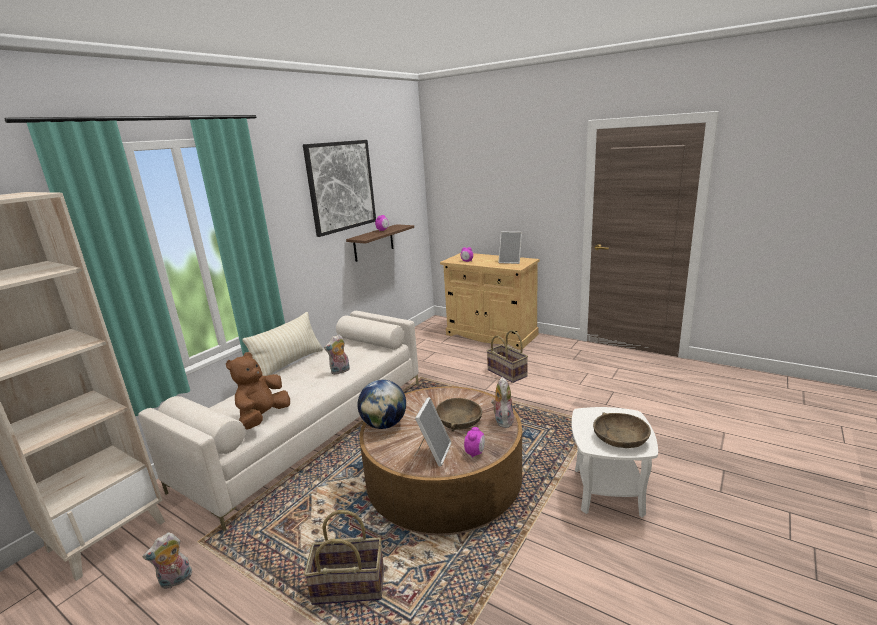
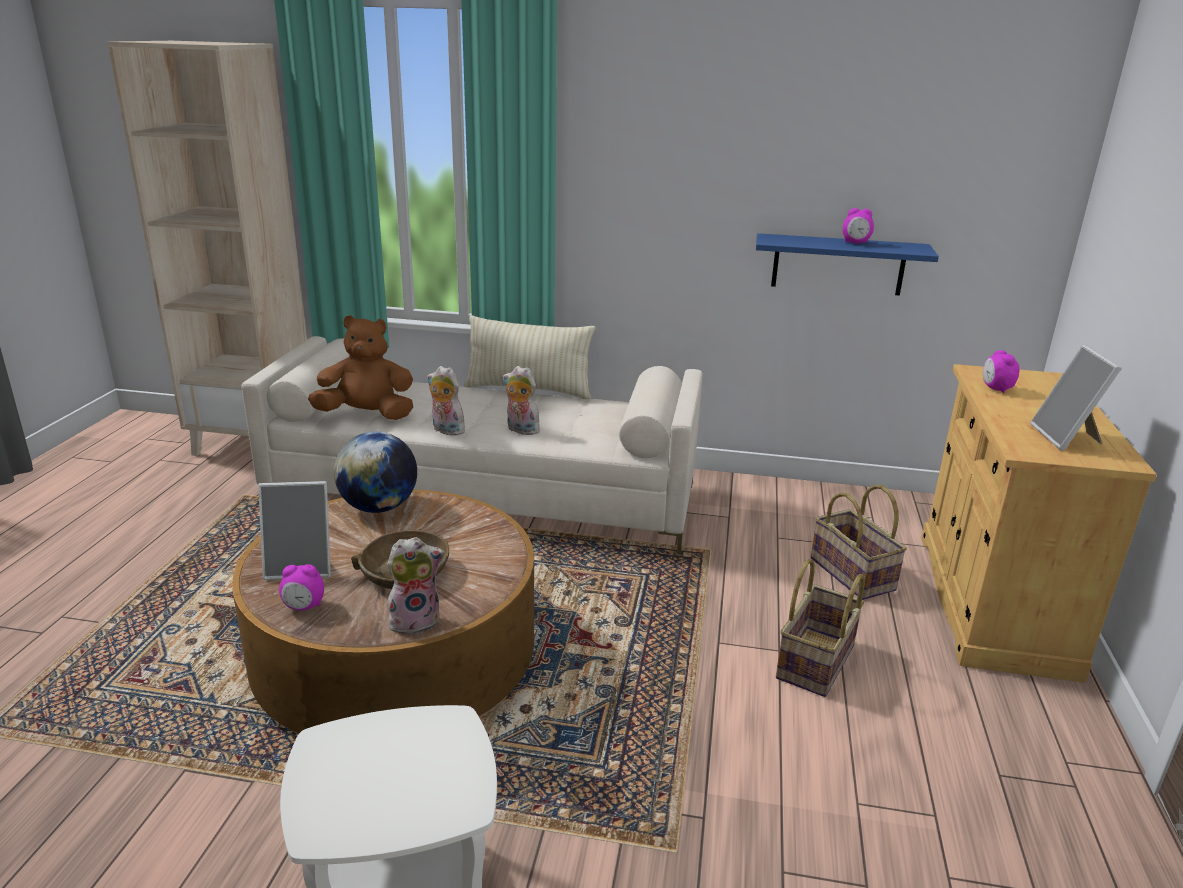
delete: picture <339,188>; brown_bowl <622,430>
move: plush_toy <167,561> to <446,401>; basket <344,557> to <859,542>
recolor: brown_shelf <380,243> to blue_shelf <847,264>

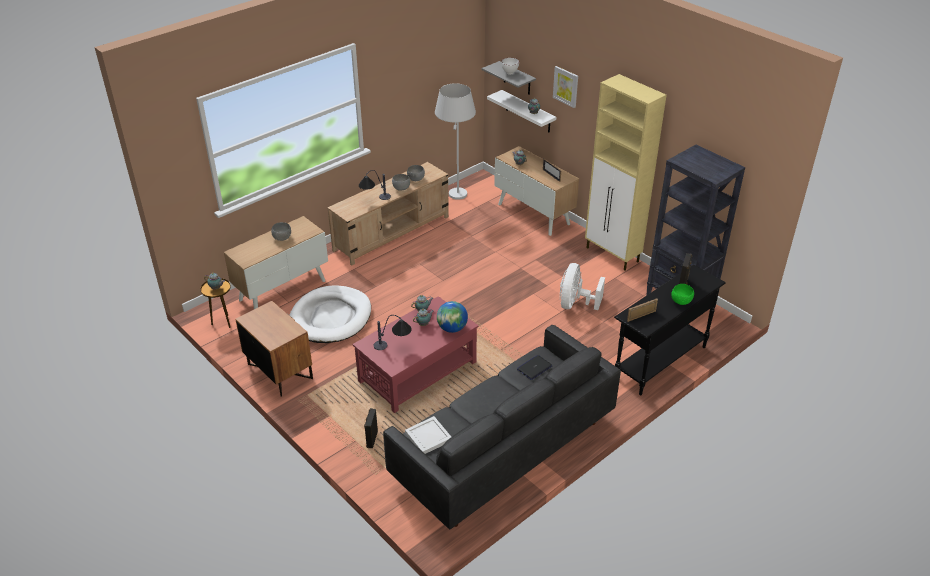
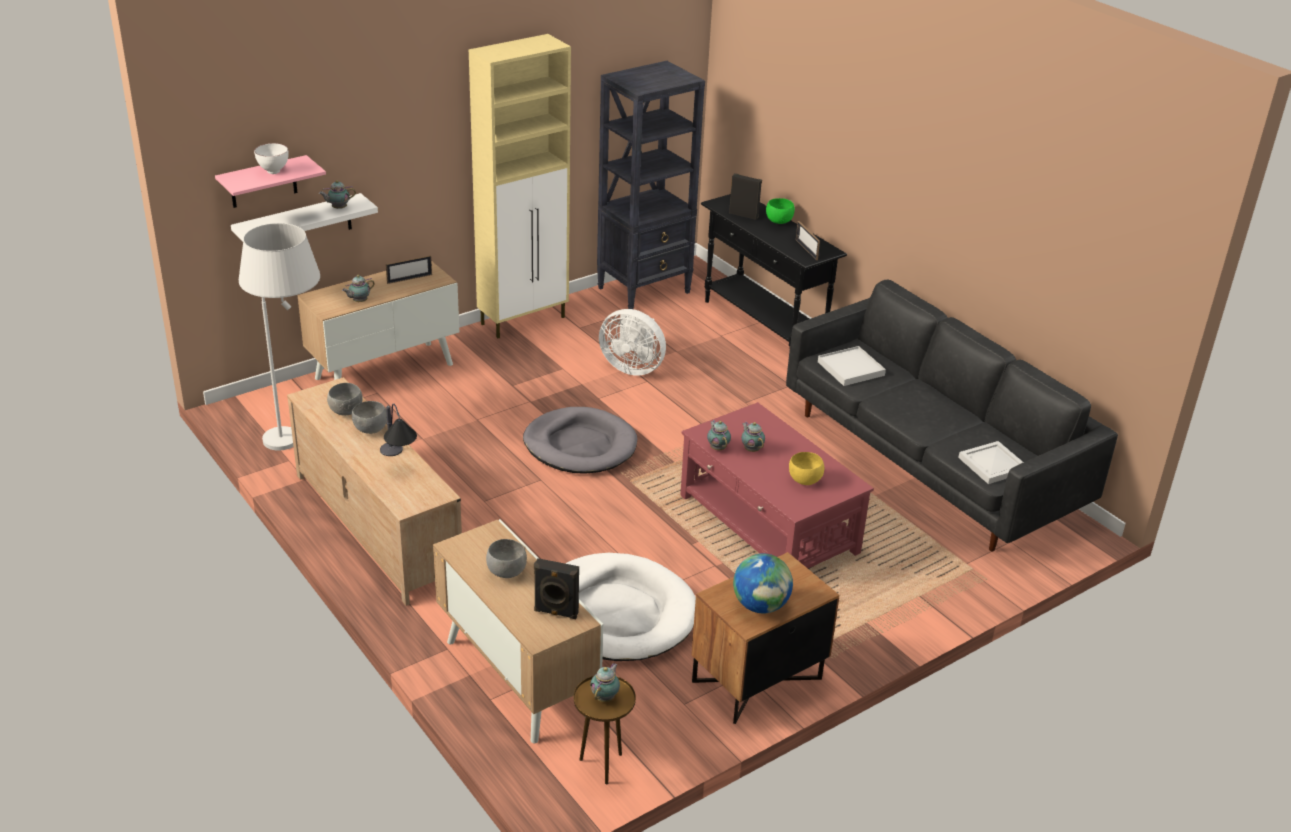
delete: picture <565,87>
insert: grey_dog_bed <580,440>
move: black_speaker <371,428> to <556,588>; globe <452,317> to <763,583>
replace: table_lamp <393,332> to yellow_bowl <806,468>; laptop <534,367> to white_tray <852,366>
recolor: grey_shelf <509,78> to pink_shelf <270,181>

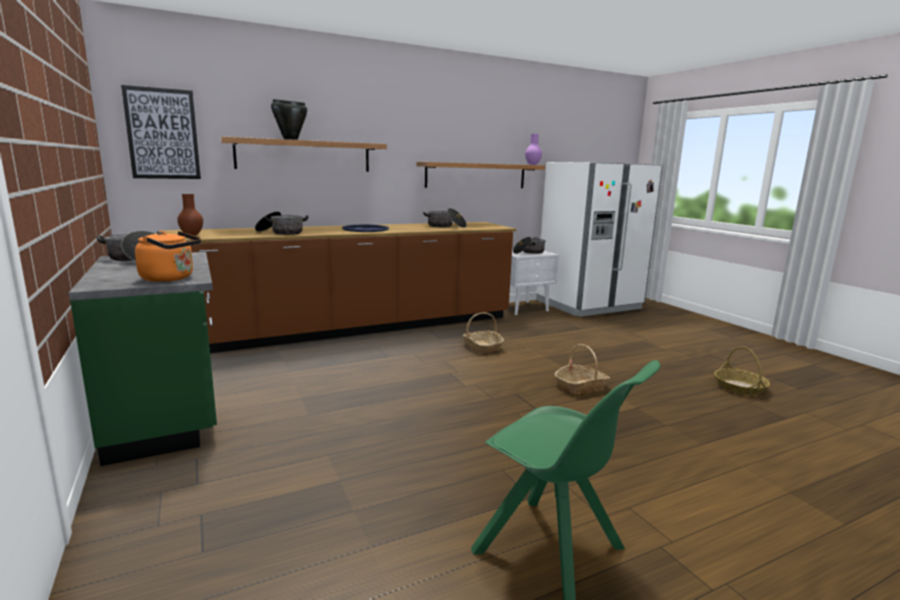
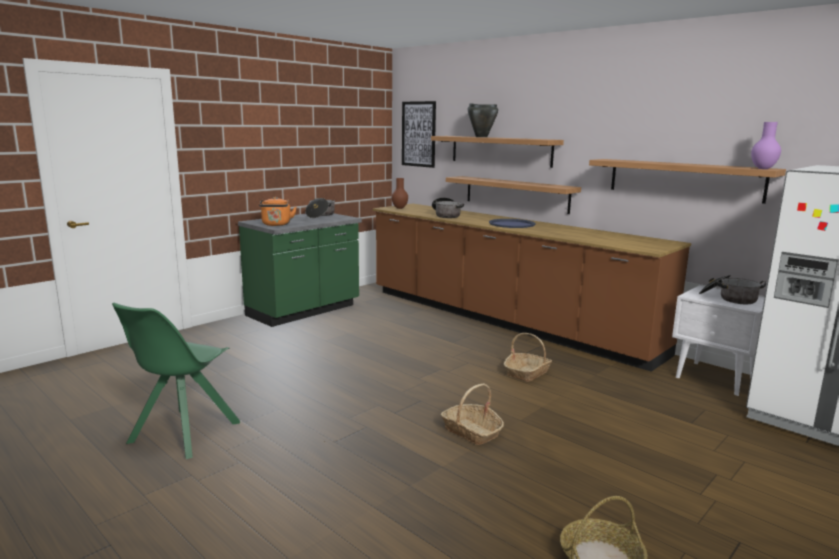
delete: cooking_pot <445,218>
insert: shelf <513,195>

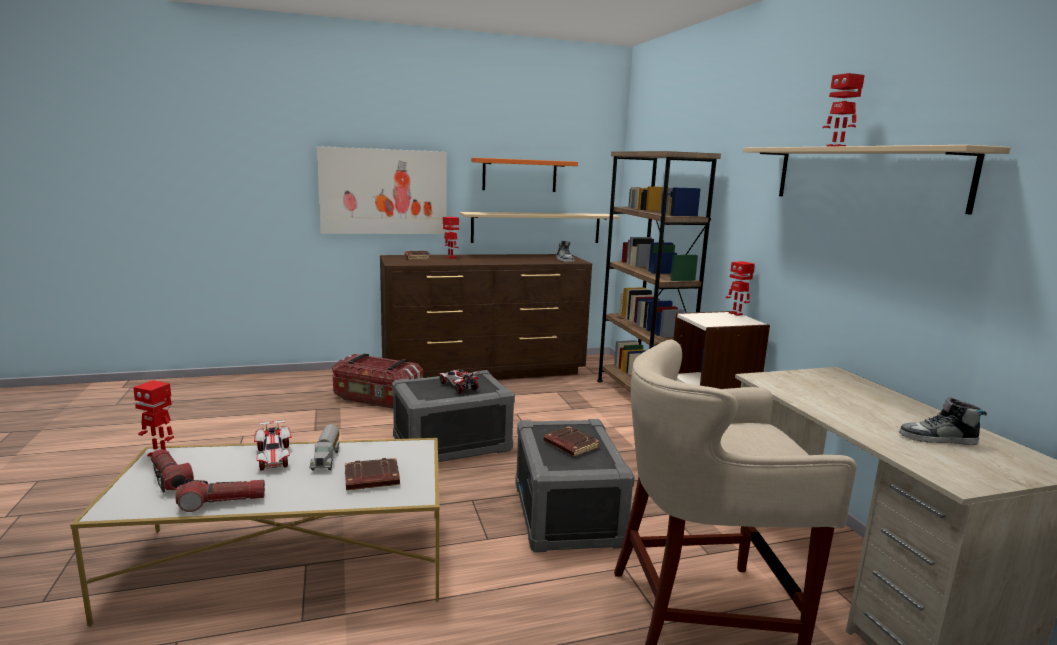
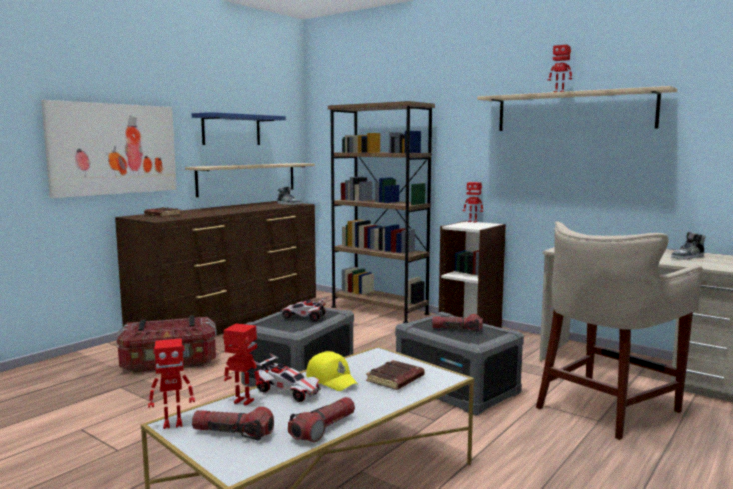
move: toy_robot <451,237> to <243,364>
replace: toy_truck <324,447> to yellow_cap <332,371>; brown_book <572,442> to flashlight <457,323>
recolor: orange_shelf <524,175> to blue_shelf <239,128>

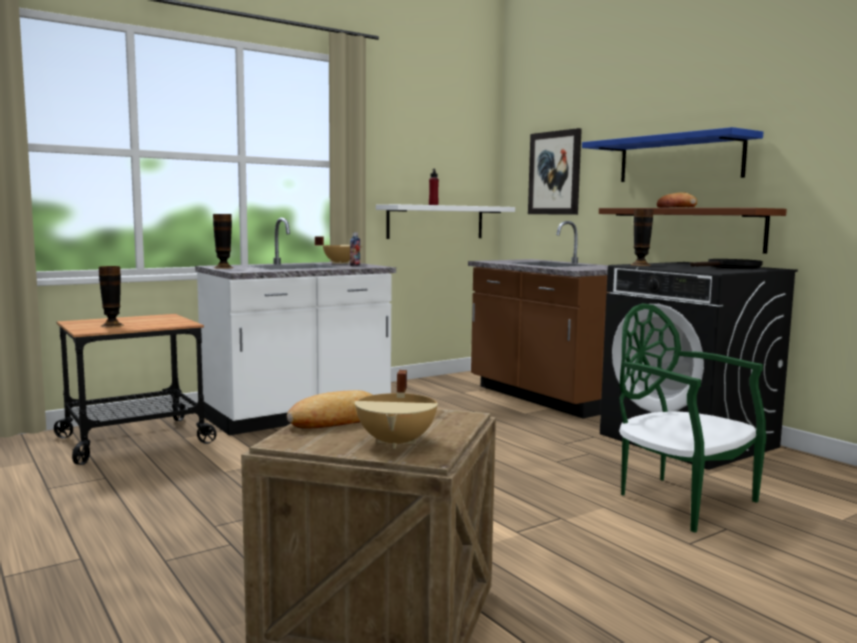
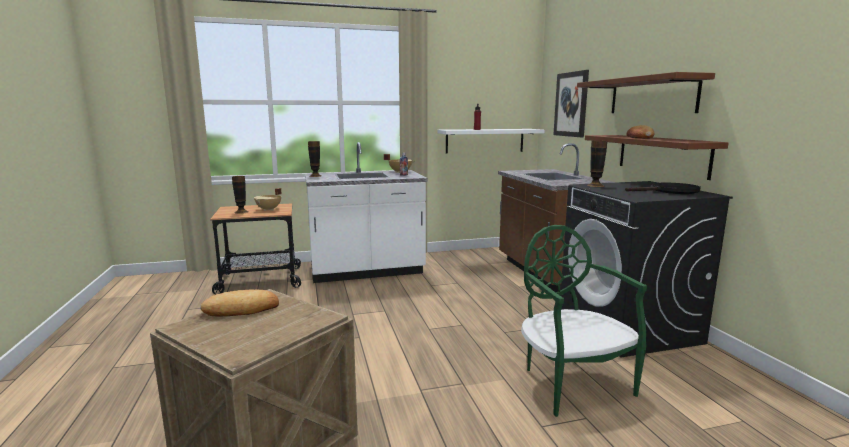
move: beige_cooking_pot <396,409> to <268,199>
recolor: blue_shelf <672,154> to brown_shelf <646,92>

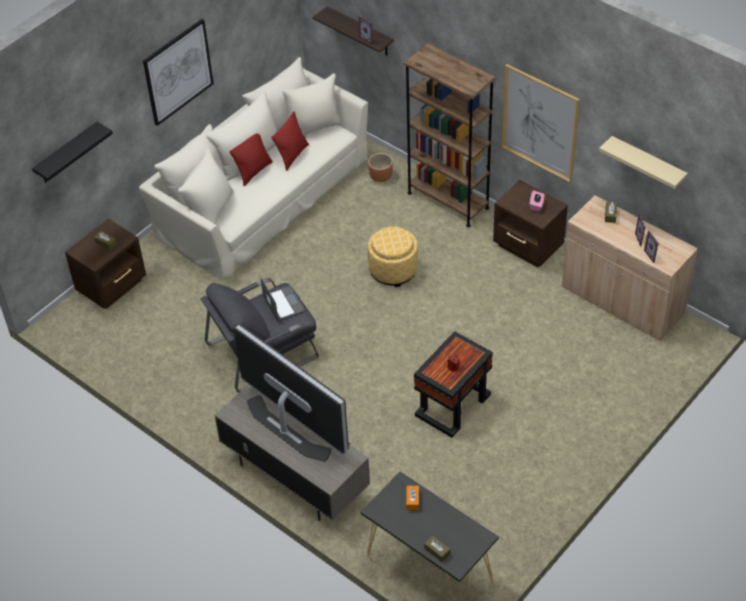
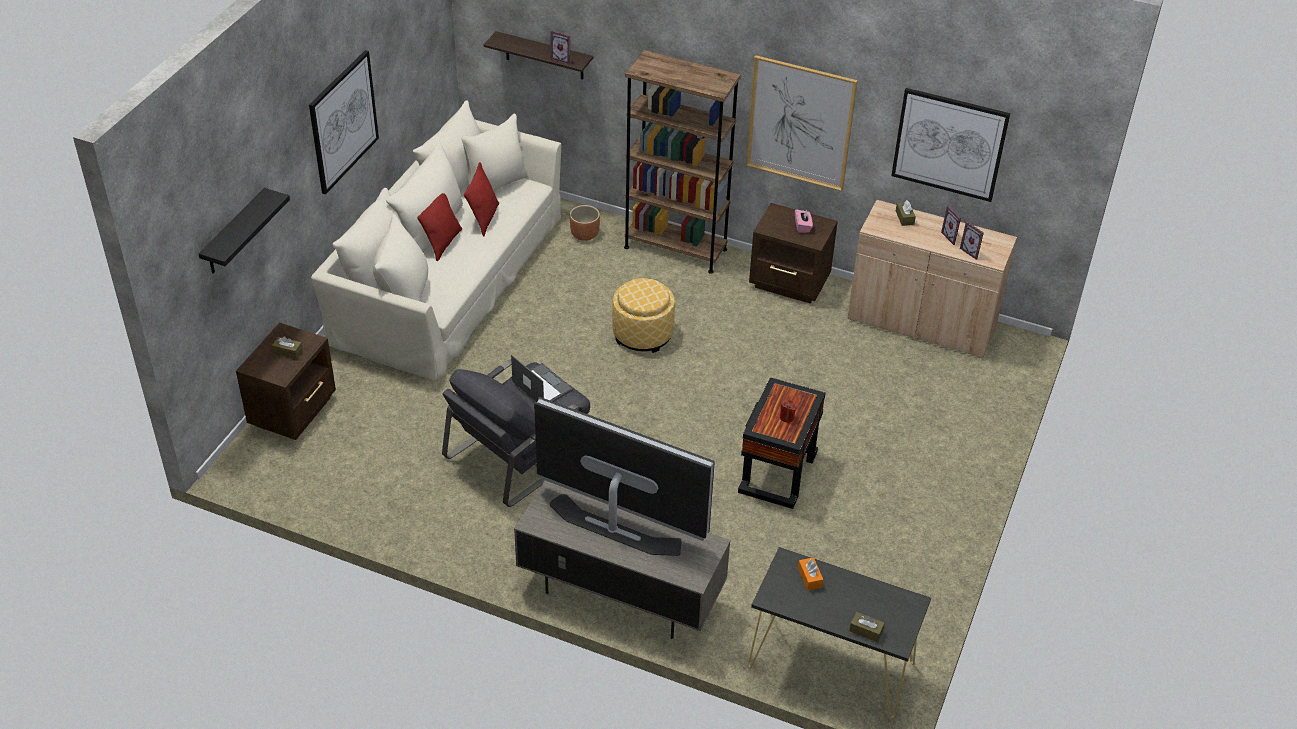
replace: beige_shelf <643,162> to picture <950,145>

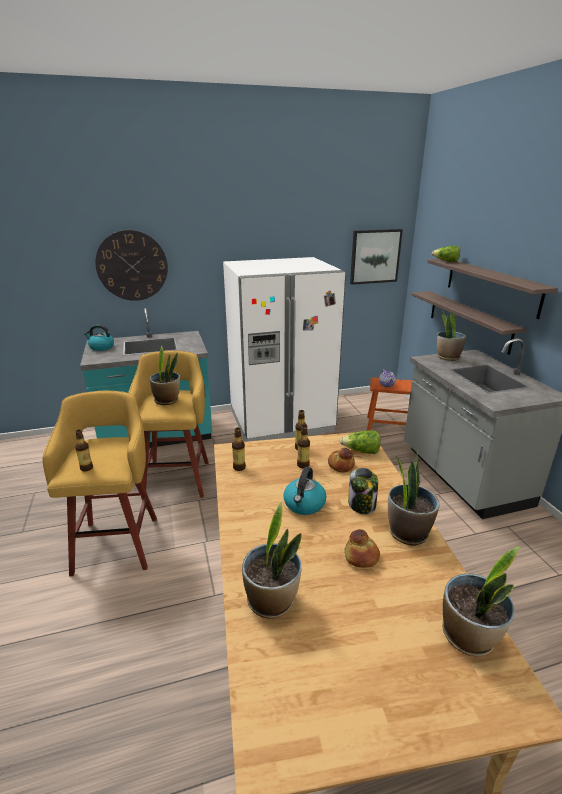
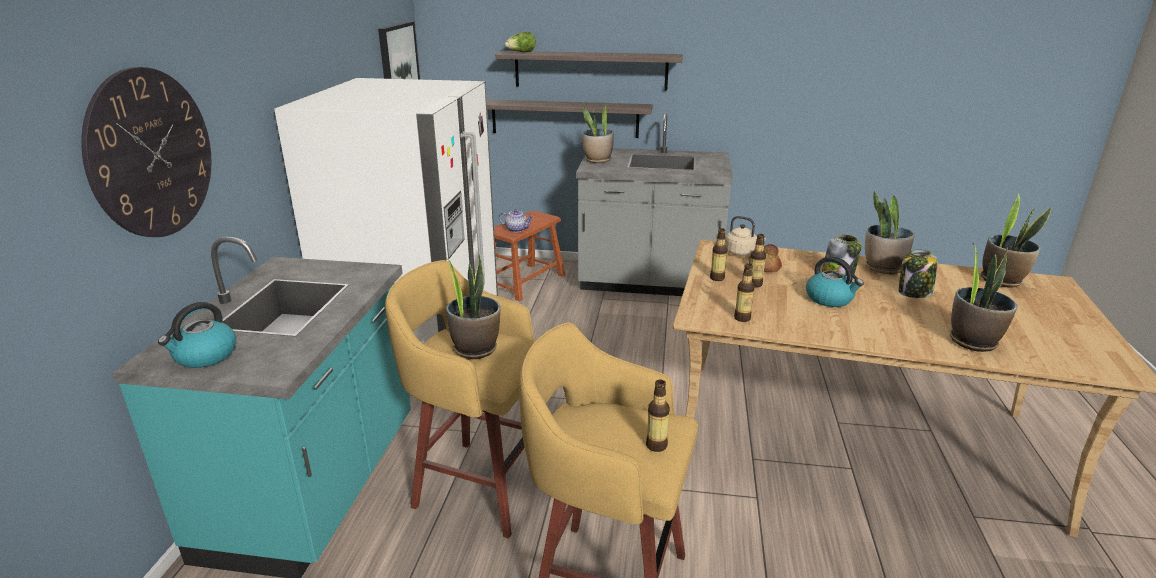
replace: lettuce <360,442> to beige_kettle <745,236>; bread <362,548> to jar <918,274>

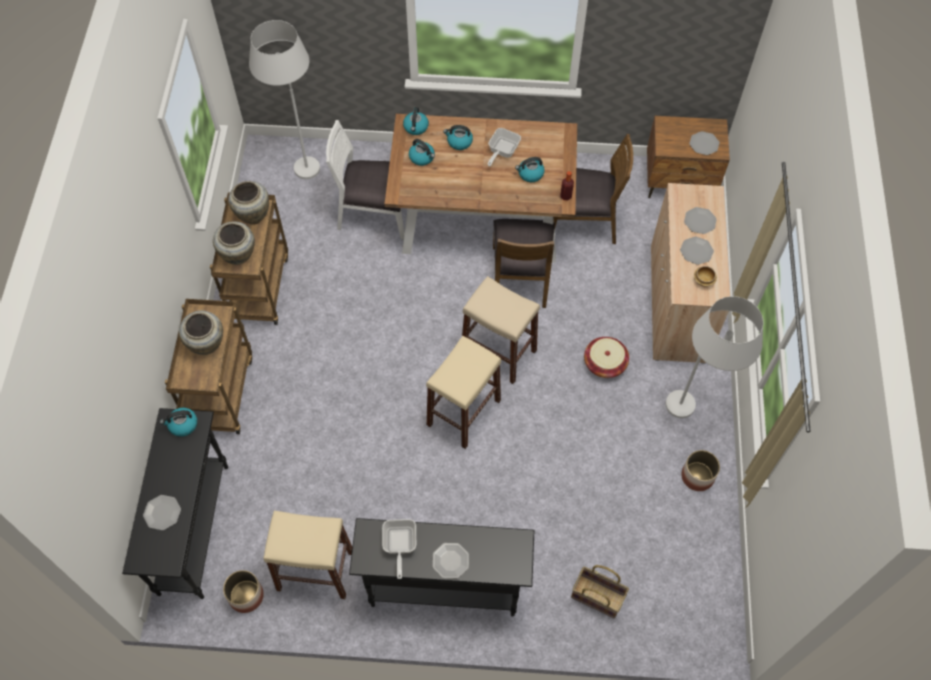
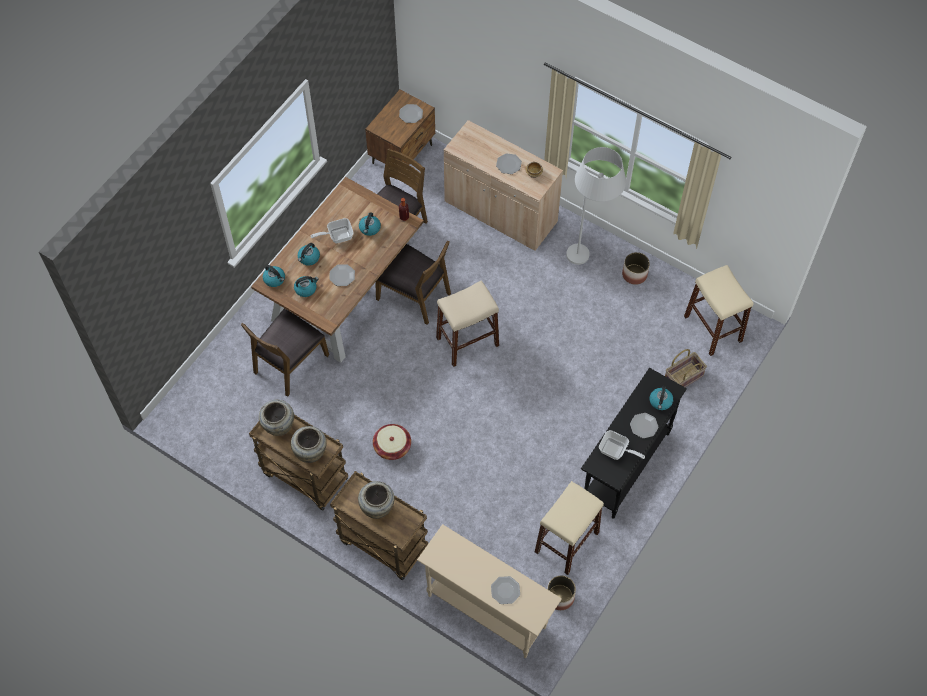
delete: white_floor_lamp <284,99>
move: kettle <178,422> to <661,398>; beige_stool <463,392> to <718,310>; basket <606,357> to <392,442>; plate <700,220> to <342,275>
recolor: black_console_table <175,503> to beige_console_table <489,591>; white_chair <365,180> to brown_chair <285,353>
rotate: frying_pan <504,147> = <332,230> 105 degrees clockwise

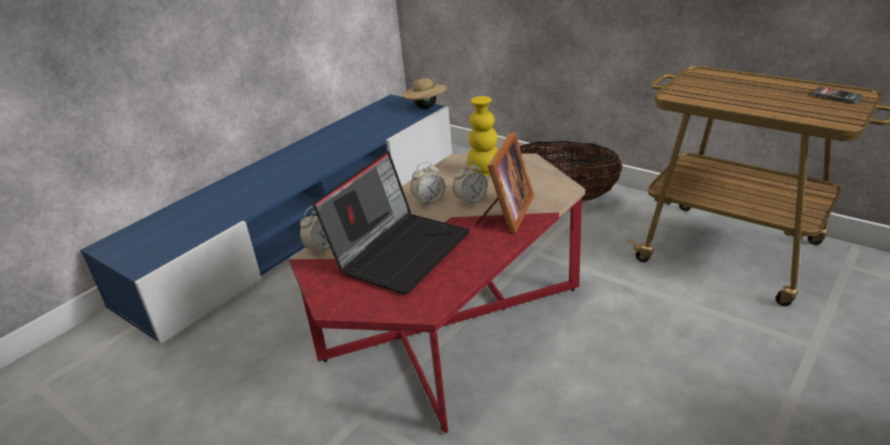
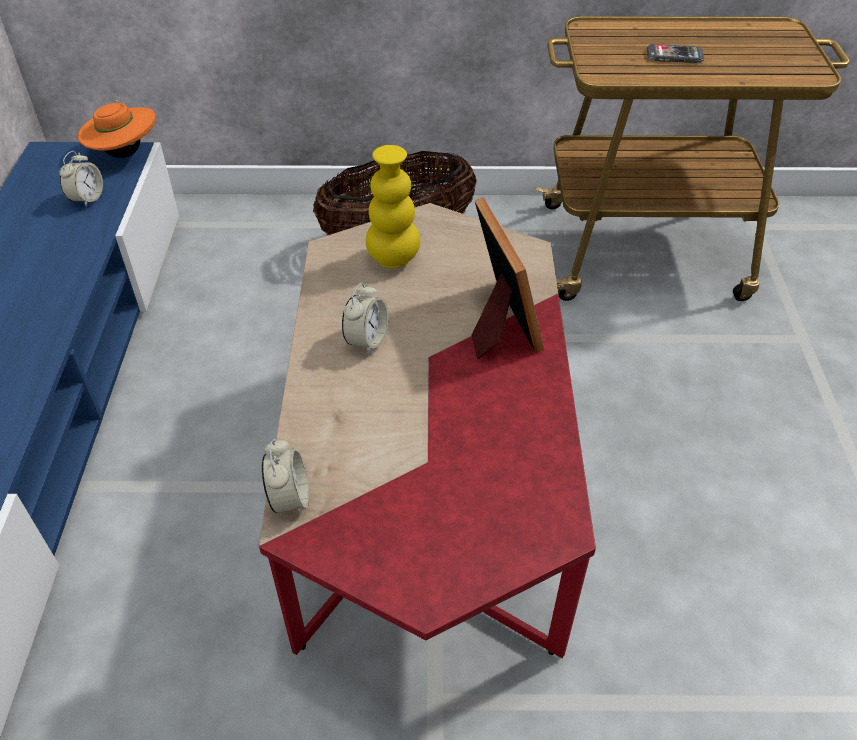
delete: laptop <391,222>
move: alarm_clock <470,183> to <81,179>; phone <837,95> to <675,53>
recolor: beige_hat <425,92> to orange_hat <117,126>

